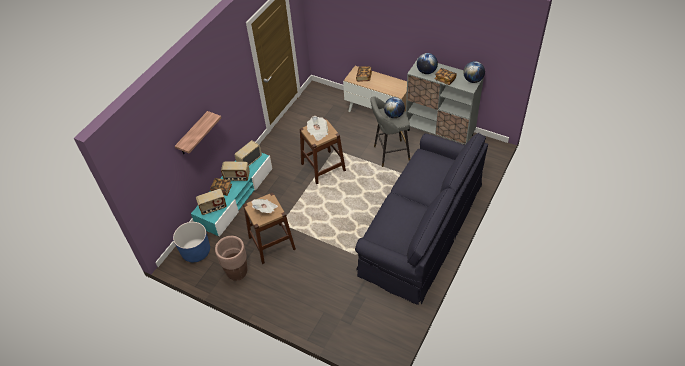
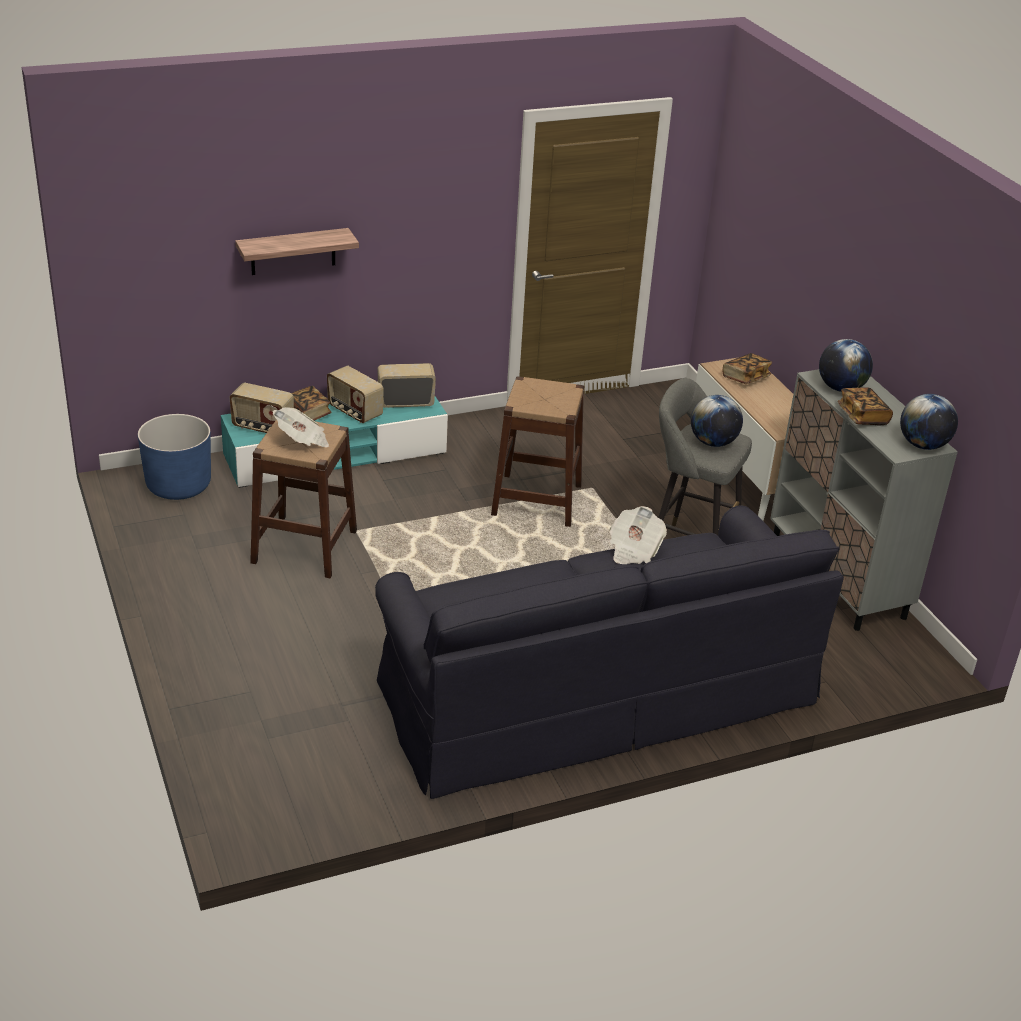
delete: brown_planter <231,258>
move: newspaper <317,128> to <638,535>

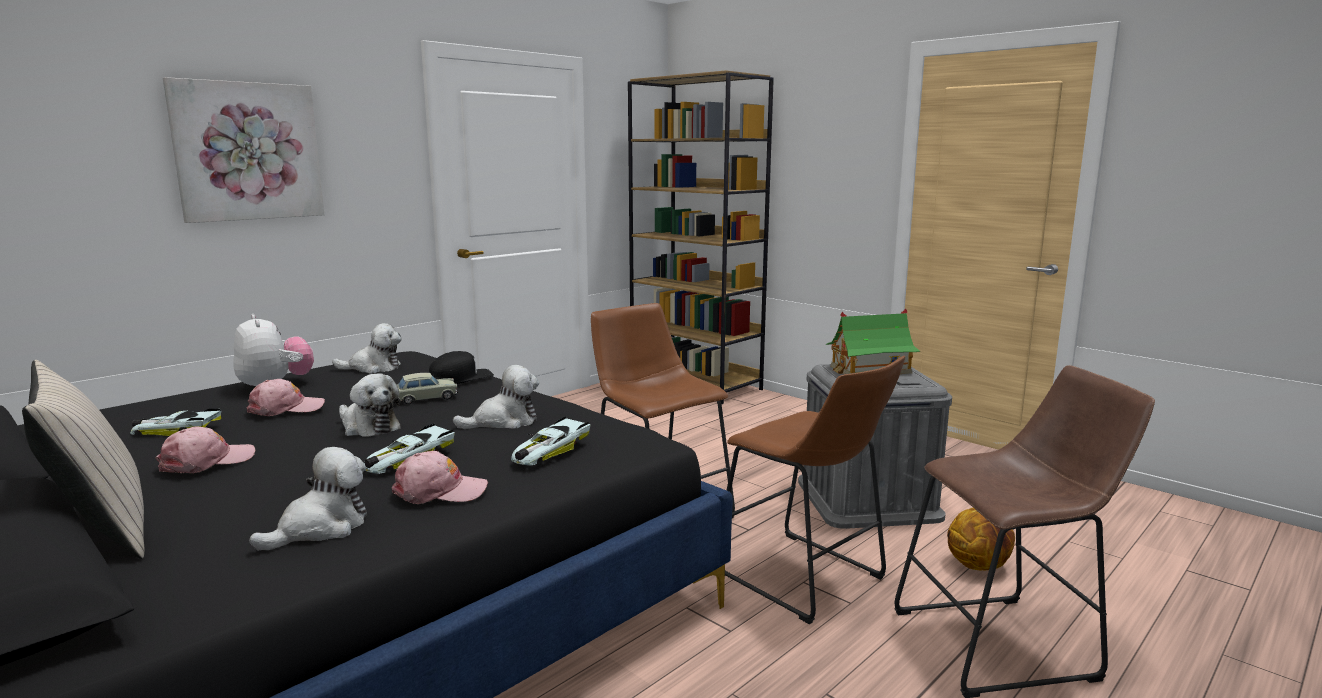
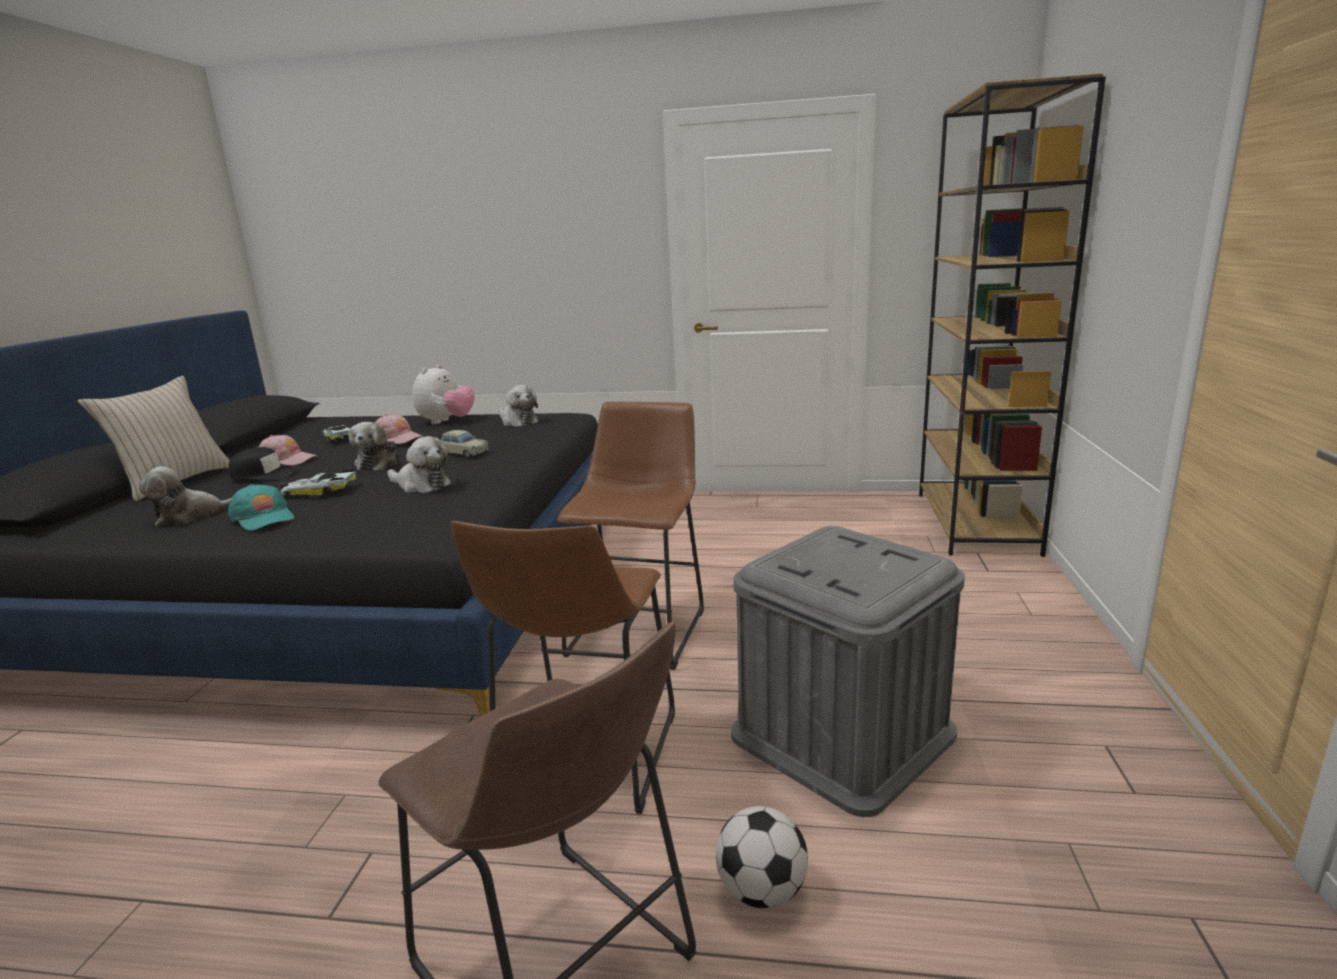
delete: picture <244,150>; toy_car <550,440>; toy_house <873,341>
move: black_cap <461,367> to <265,463>
replace: basketball <981,539> to football <762,857>
recolor: pink_cap <440,477> to turquoise_cap <261,507>
rotate: plush_toy <308,499> = <185,496> 150 degrees clockwise

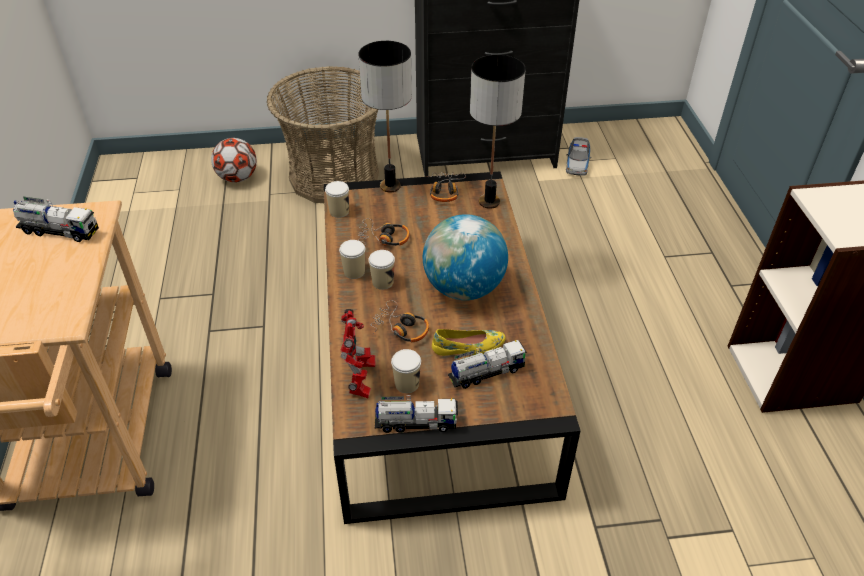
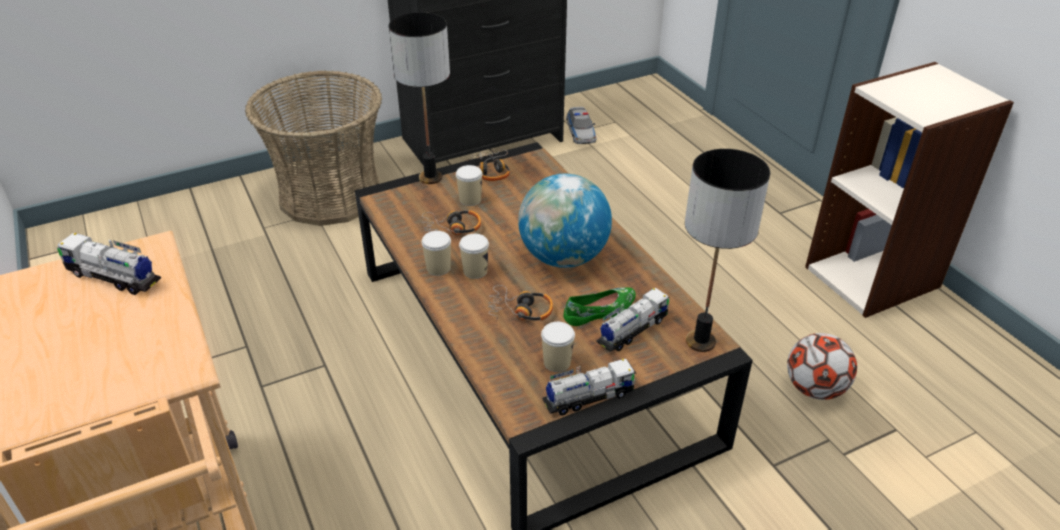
delete: toy_robot <358,353>
move: football <234,160> to <822,366>; cup <337,199> to <469,185>; table_lamp <497,132> to <727,250>
recolor: yellow_shoe <469,342> to green_shoe <600,306>
rotate: toy_truck <56,219> = <109,264> 150 degrees counterclockwise

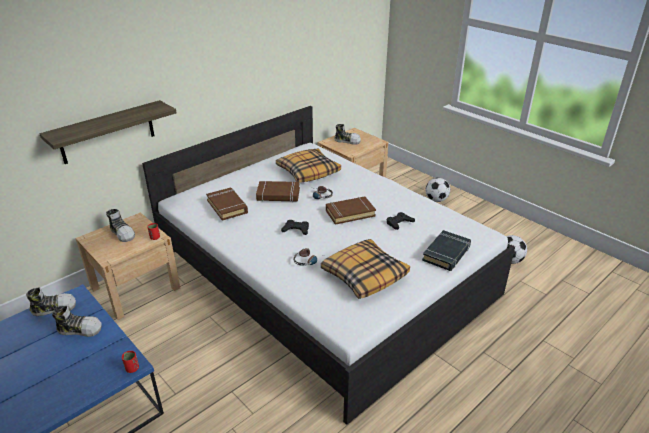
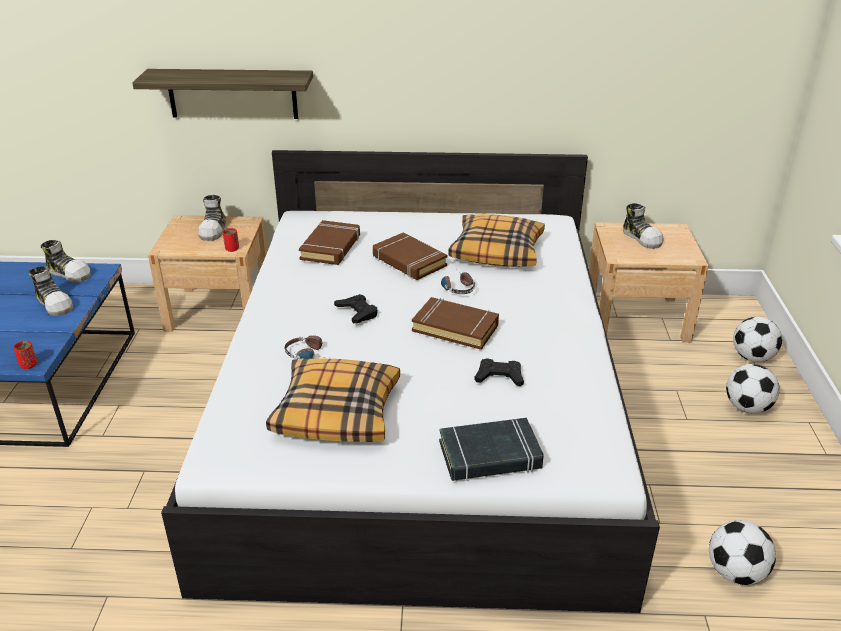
insert: football <757,339>

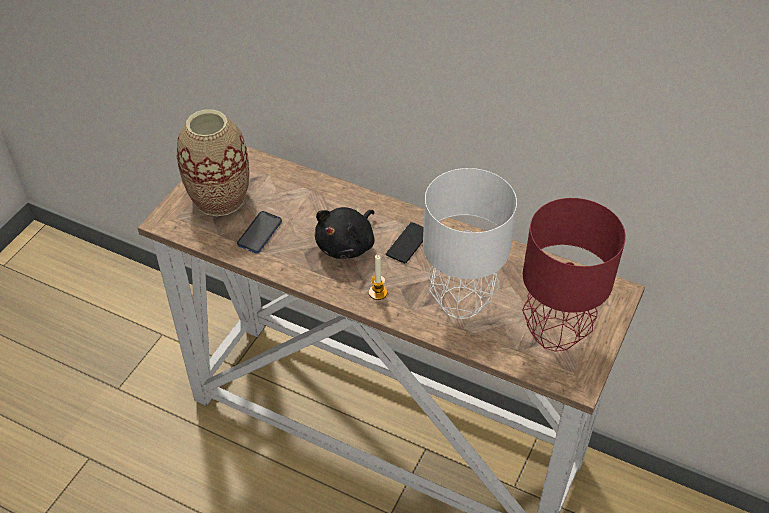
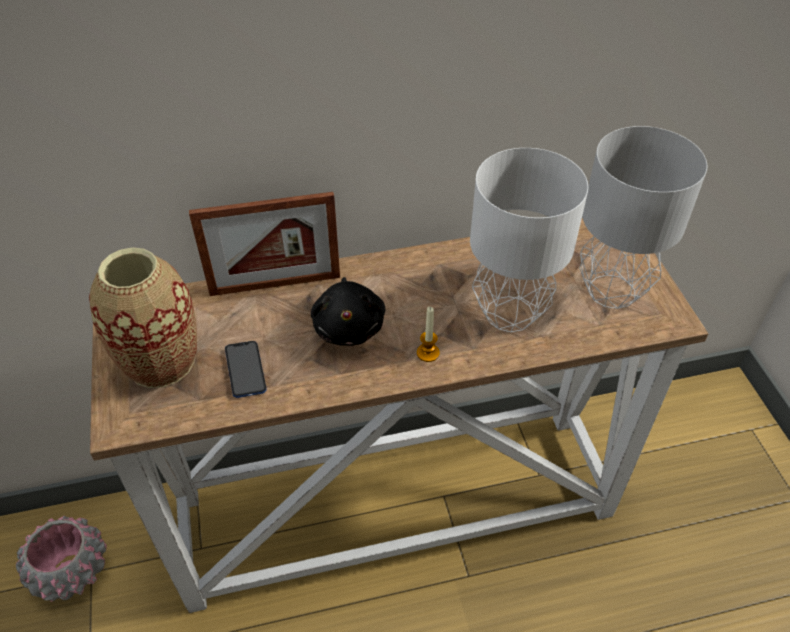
delete: phone <405,243>
insert: pink_planter <61,559>; picture_frame <264,244>
recolor: red_table_lamp <574,275> to grey_table_lamp <643,217>

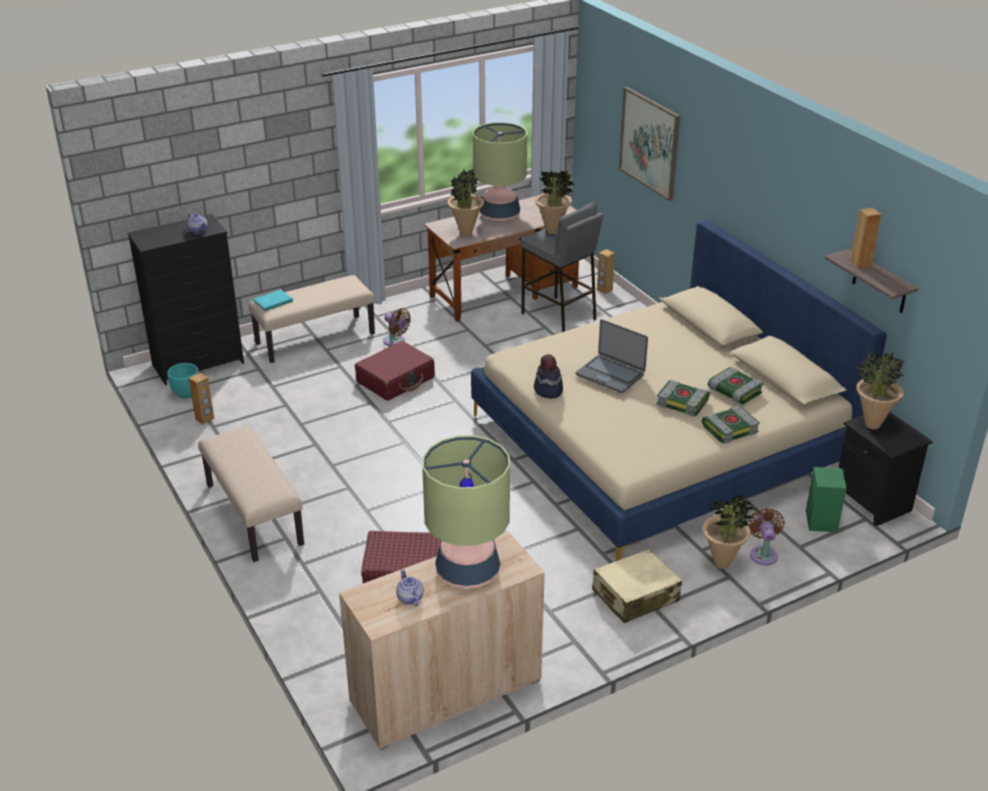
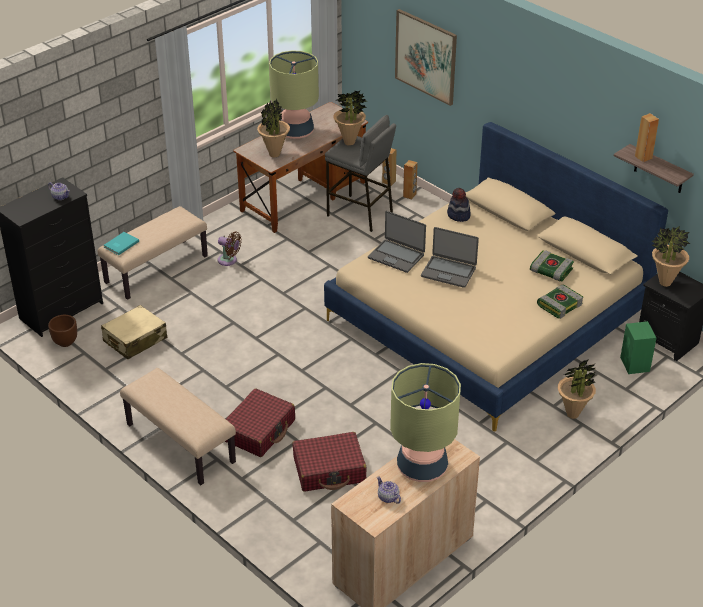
delete: book <683,398>; brown_fan <766,536>
insert: laptop <397,242>
move: brown_speaker <201,399> to <410,180>; red_suitcase <395,371> to <260,422>; hat <548,376> to <459,205>; beige_suitcase <637,586> to <134,332>
recolor: turquoise_planter <183,381> to brown_planter <62,331>

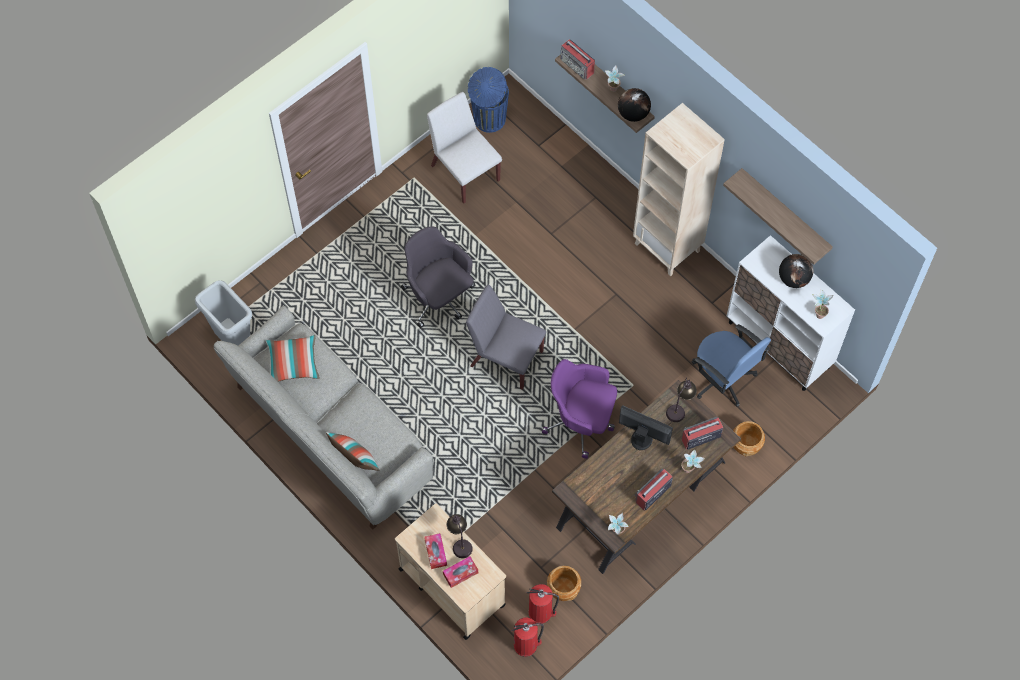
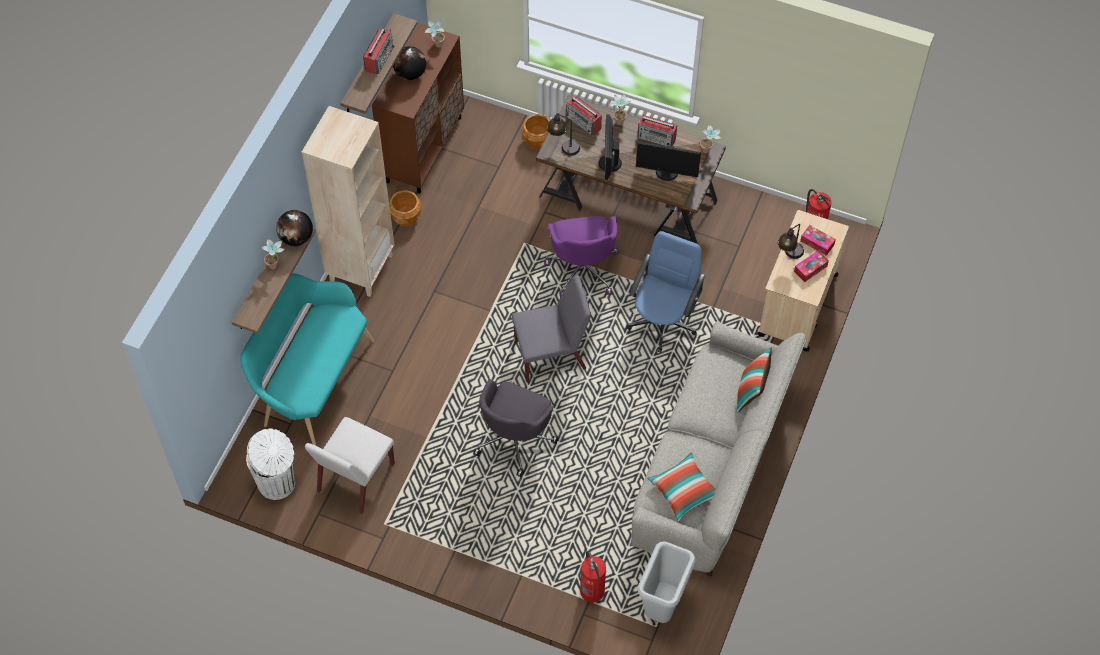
insert: turquoise_bench <307,359>; monitor <668,161>
move: fire_extinguisher <542,604> to <593,577>; brown_planter <564,583> to <405,208>; radio <577,59> to <378,52>; blue_office_chair <731,365> to <666,292>
recolor: blue_trash_can <488,100> to white_trash_can <270,464>; white_cabinet <791,313> to brown_cabinet <418,108>
rotate: grey_chair <506,337> = <551,328> 105 degrees counterclockwise

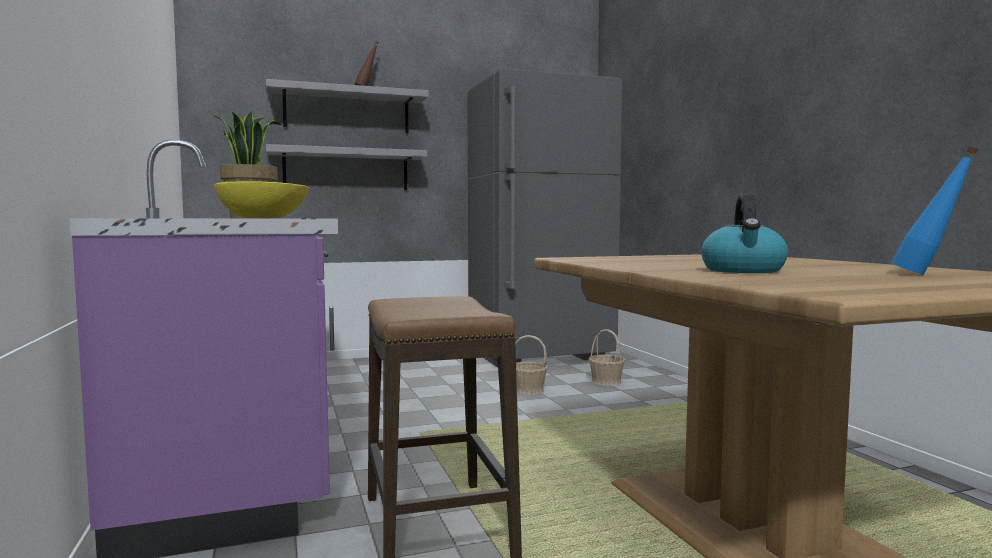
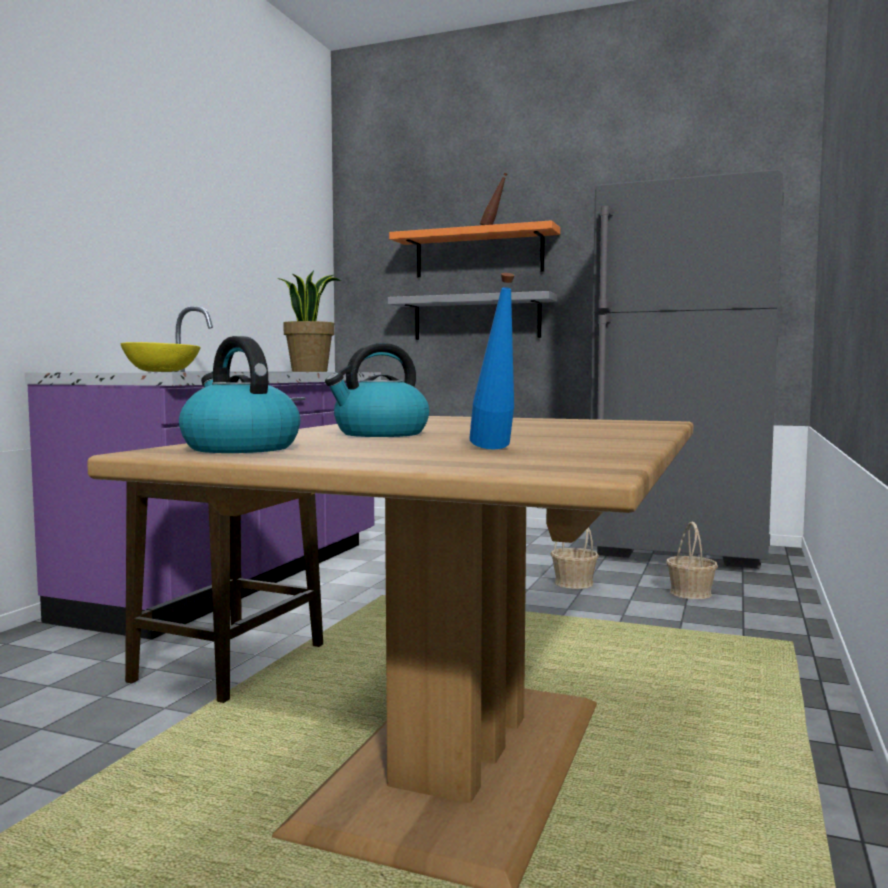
insert: kettle <239,394>
recolor: grey_shelf <347,106> to orange_shelf <474,249>

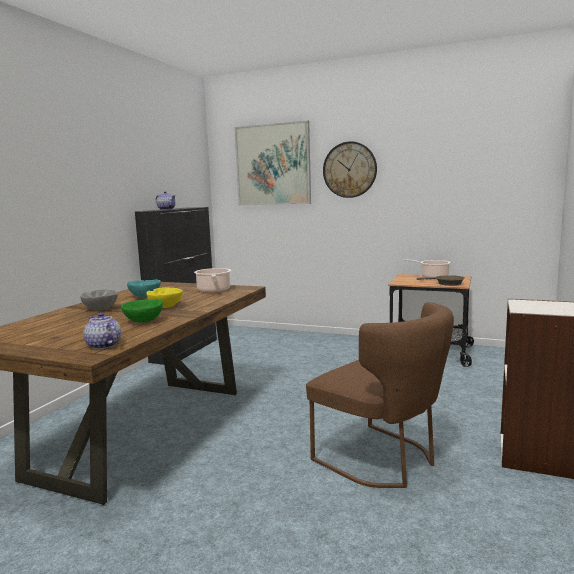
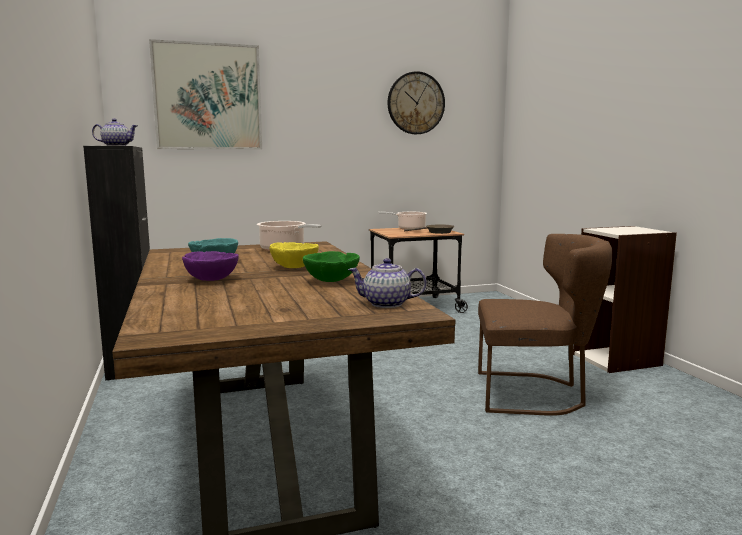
move: wall_clock <350,169> to <416,102>
recolor: grey_bowl <99,299> to purple_bowl <210,266>

